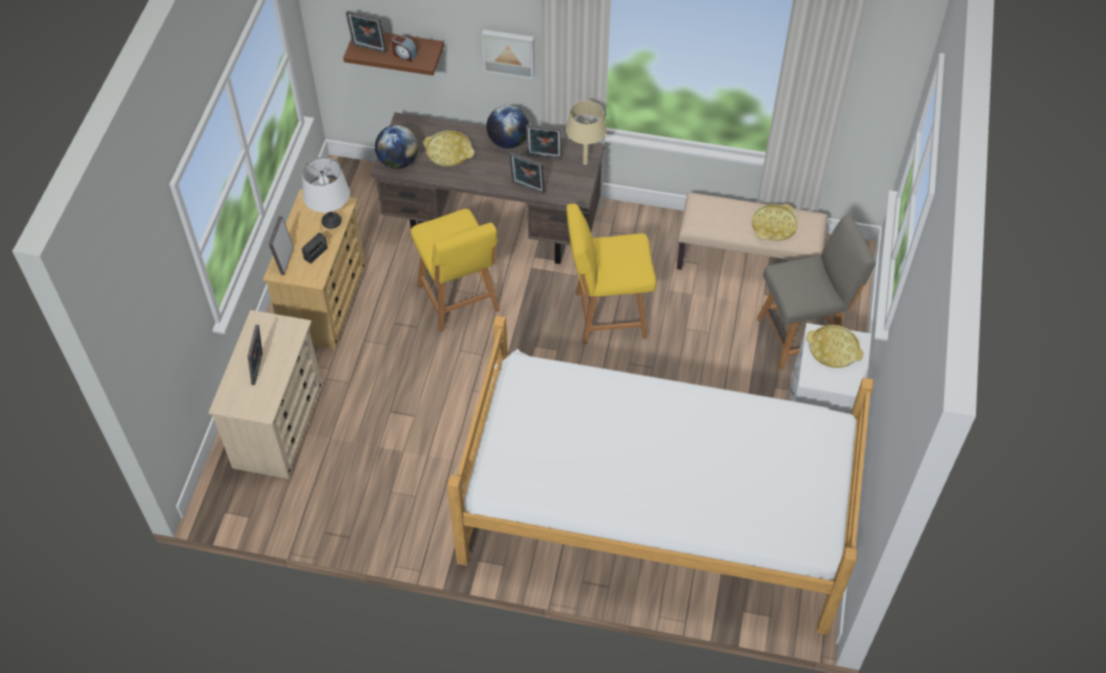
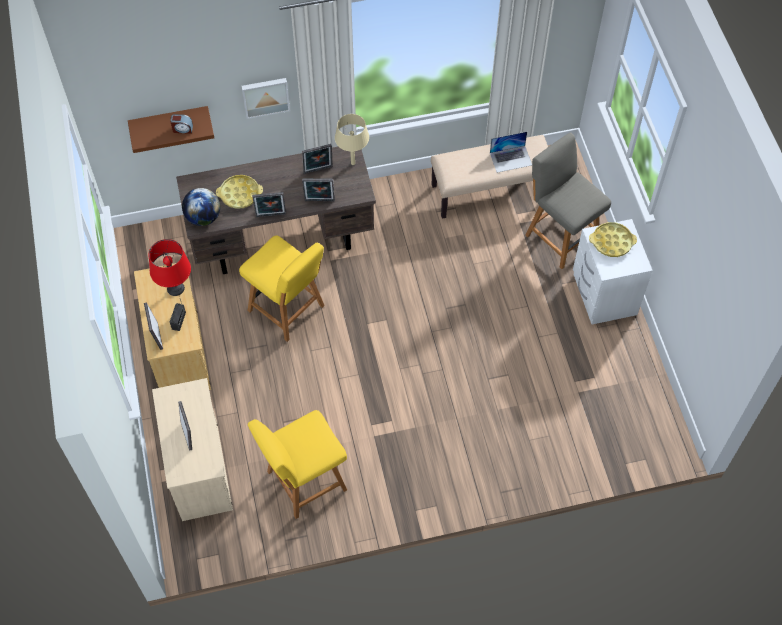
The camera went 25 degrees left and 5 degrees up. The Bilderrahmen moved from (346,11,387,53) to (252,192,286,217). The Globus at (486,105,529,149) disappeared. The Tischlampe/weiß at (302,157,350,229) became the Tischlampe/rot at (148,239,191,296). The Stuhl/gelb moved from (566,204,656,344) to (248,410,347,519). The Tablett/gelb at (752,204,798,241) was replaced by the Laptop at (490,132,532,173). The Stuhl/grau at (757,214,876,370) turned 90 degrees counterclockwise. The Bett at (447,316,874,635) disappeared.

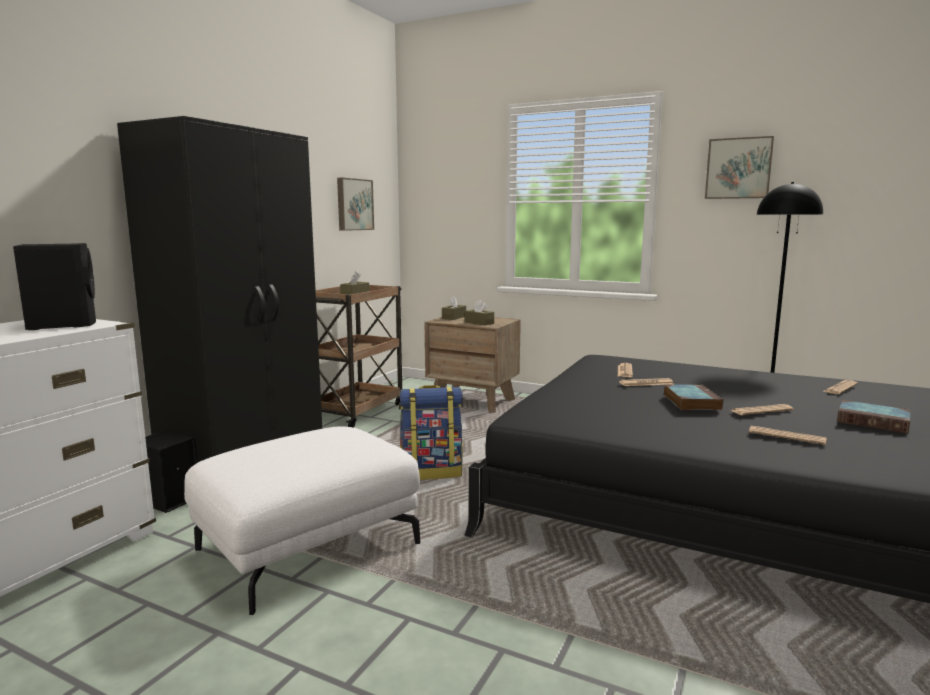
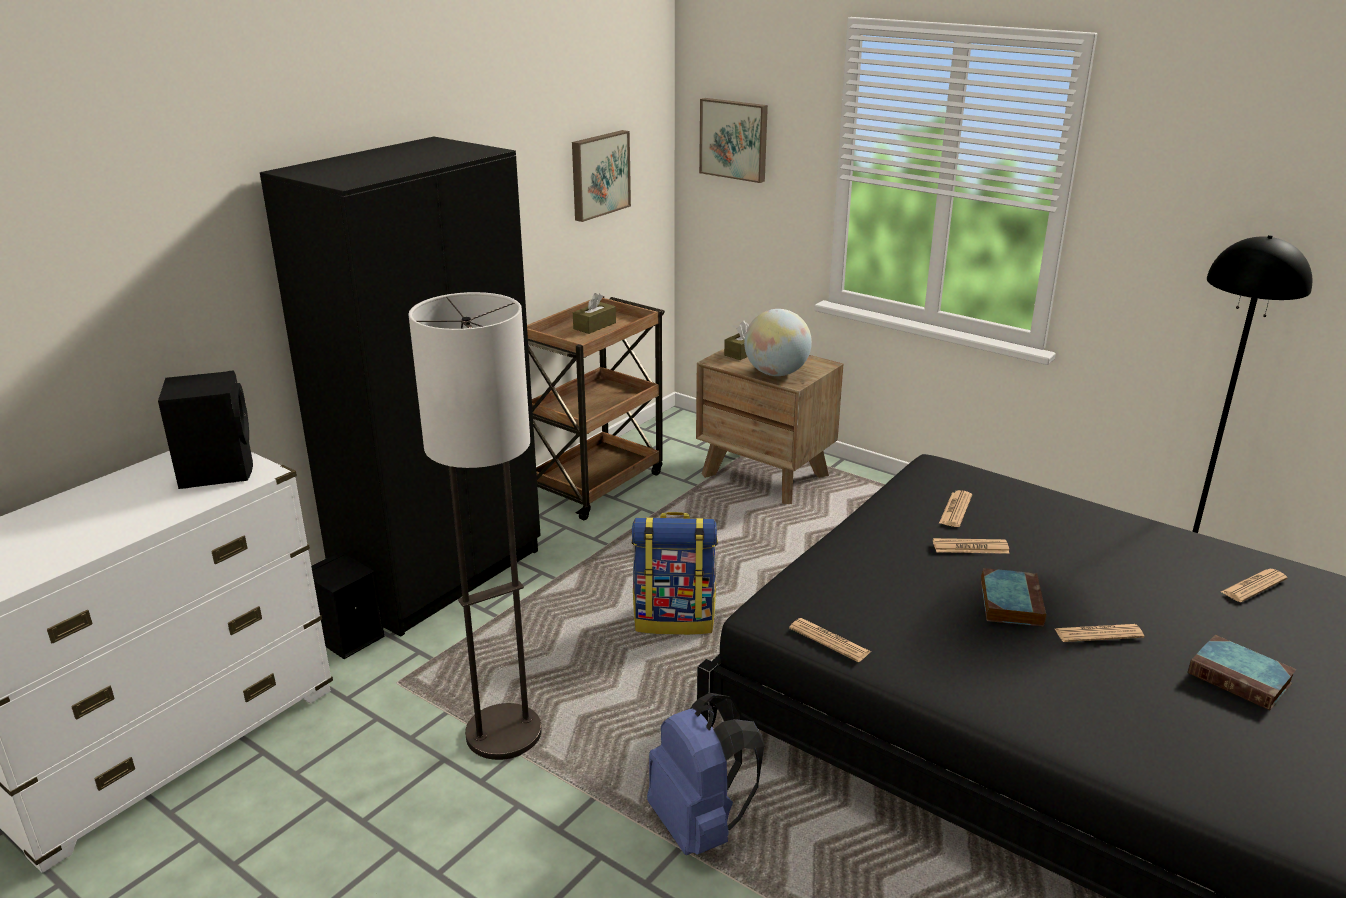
The camera went 10 degrees right and 15 degrees up. The Bild moved from (705,136,774,199) to (699,98,768,183). The Taschentuchbox/braun at (465,300,494,325) was replaced by the Globus at (744,309,812,376). The Polsterhocker/weiß at (184,426,420,615) was replaced by the Stehlampe at (408,292,542,760). The Zeitung moved from (749,426,827,445) to (789,618,871,662). The Rucksack/blau at (647,693,764,855) appeared.

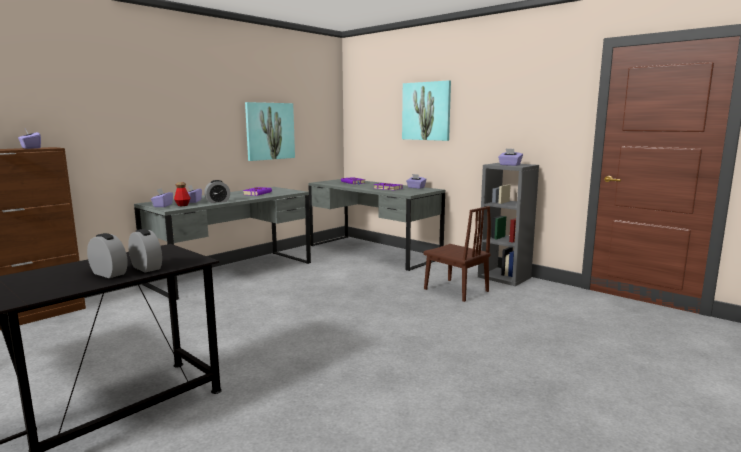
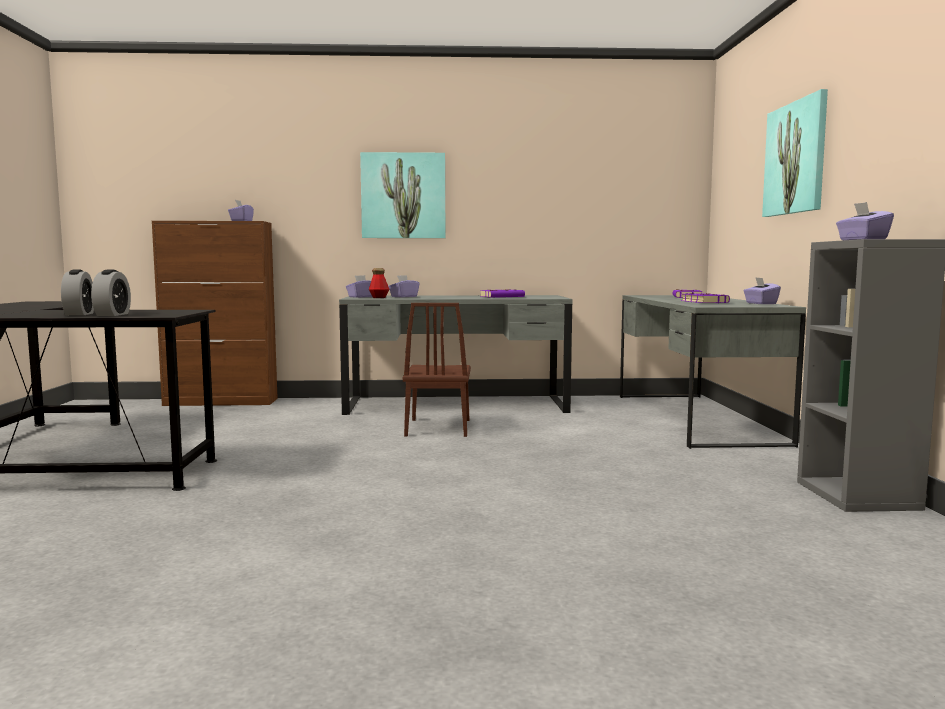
The camera went 45 degrees right and 5 degrees down. The Bild moved from (245,102,295,161) to (360,152,445,238). The Wecker at (204,180,230,203) disappeared. The Stuhl/braun moved from (423,206,491,302) to (402,303,471,437).

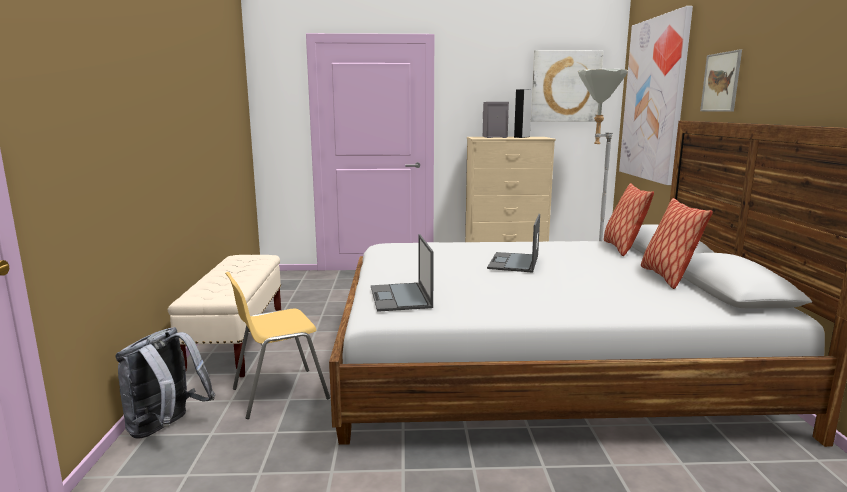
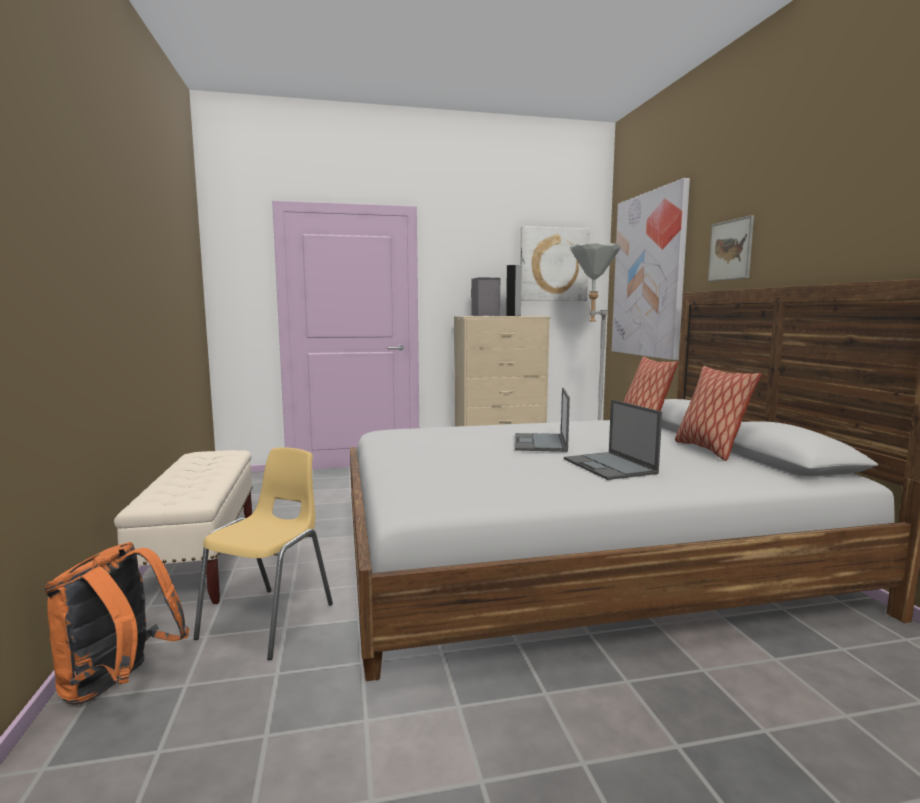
The camera went 10 degrees left and 5 degrees down. The Laptop moved from (371,234,434,312) to (564,400,662,480). The Stuhl/gelb at (225,272,330,419) turned 150 degrees clockwise. The Rucksack/grau at (116,327,215,439) became the Rucksack/orange at (45,542,190,705).

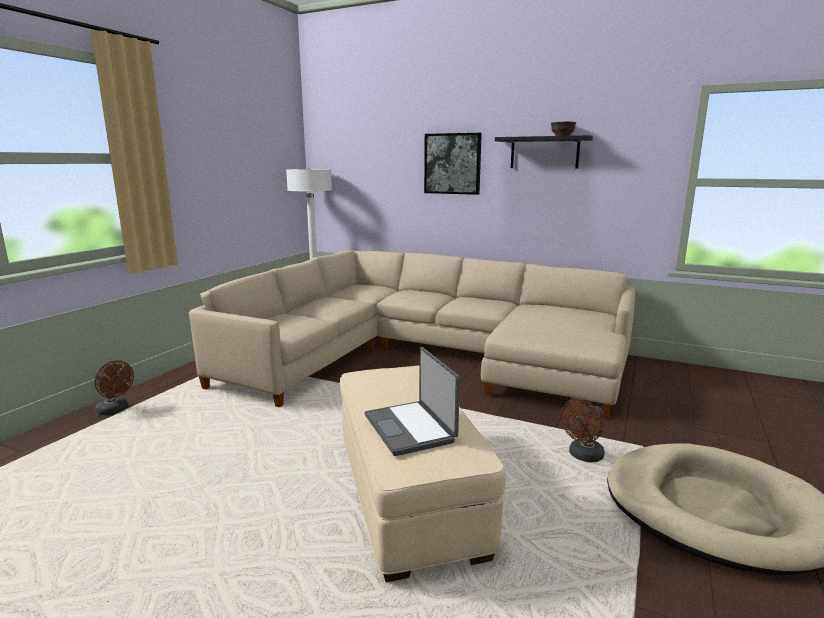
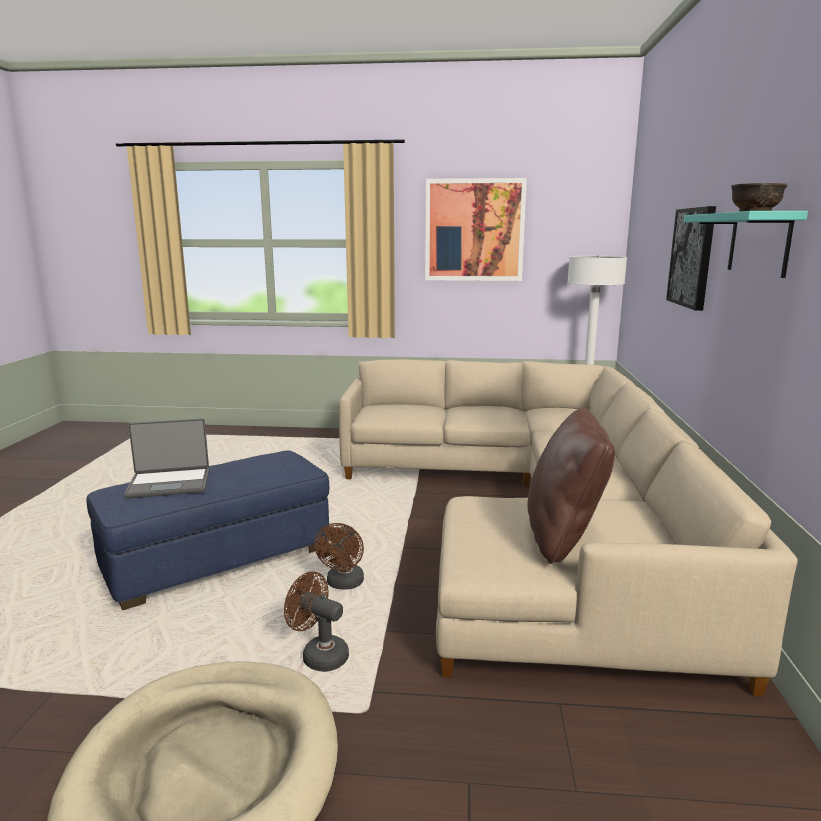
The camera went 70 degrees right and 0 degrees up. The Wandregal/schwarz at (495,135,593,169) became the Wandregal/türkis at (684,211,808,278). The Laptop at (365,347,460,456) turned 150 degrees counterclockwise. The Ventilator/braun moved from (95,360,134,415) to (315,523,364,590). The Polsterhocker/beige at (340,365,506,582) became the Polsterhocker/blau at (86,450,329,610). The Bild at (425,178,527,281) appeared. The Kissen/braun at (527,407,615,564) appeared.

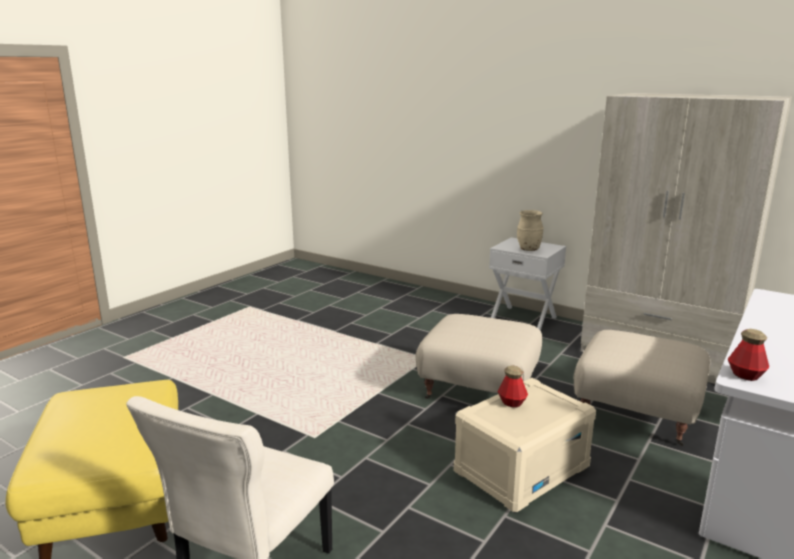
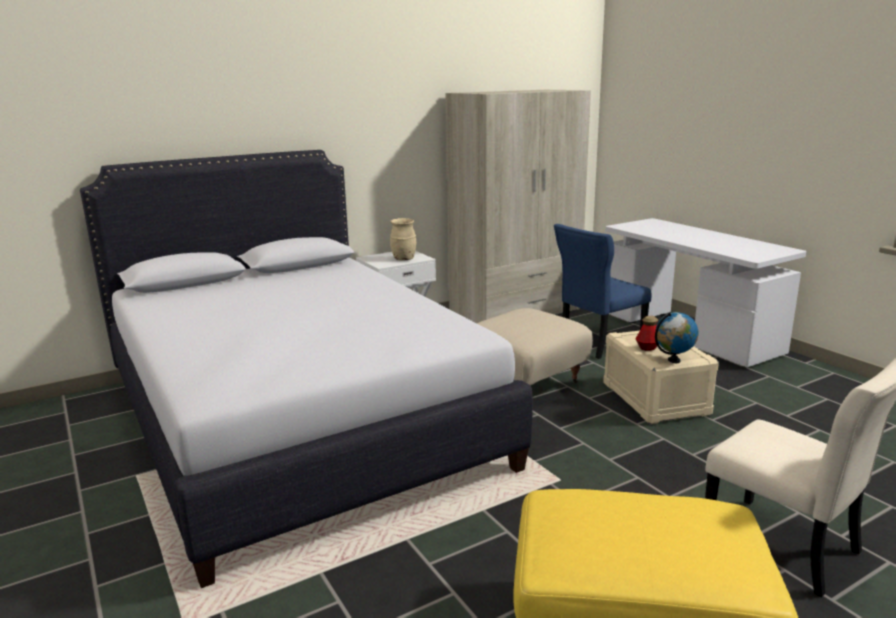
The camera went 65 degrees left and 0 degrees up. The Flasche at (728,329,769,381) disappeared. The Polsterhocker/beige at (574,330,710,446) was replaced by the Stuhl/blau at (554,224,651,359). The Bett/weiß at (80,150,533,588) appeared. The Globus at (655,312,698,363) appeared.

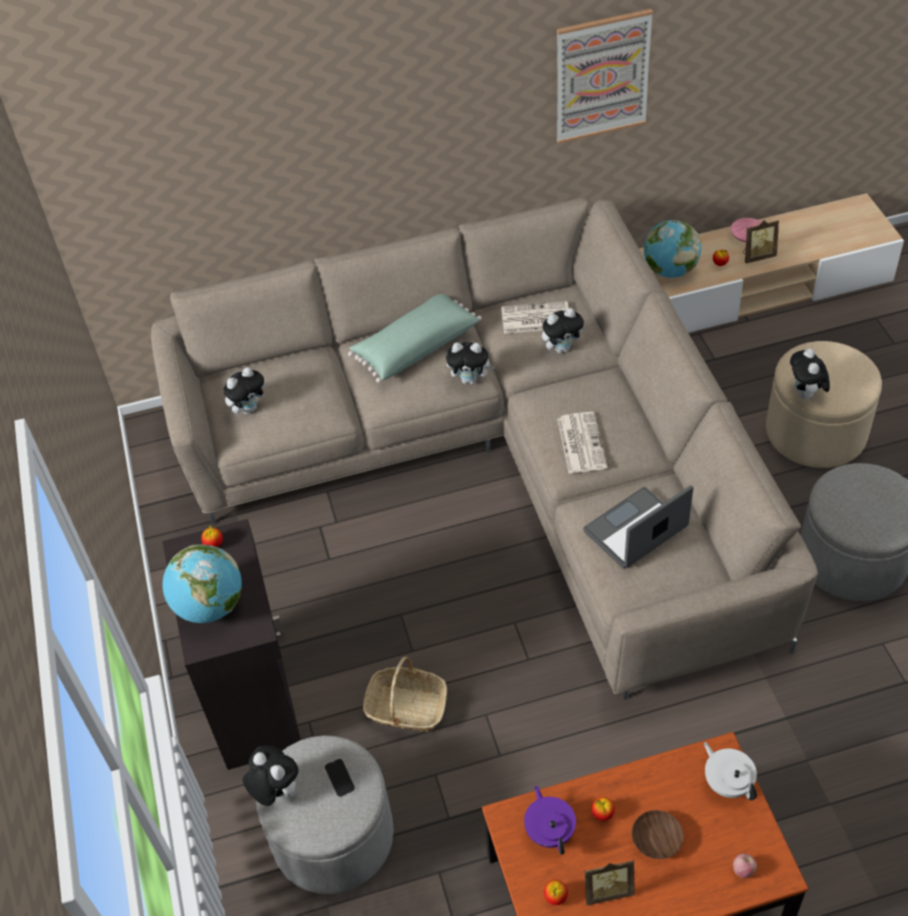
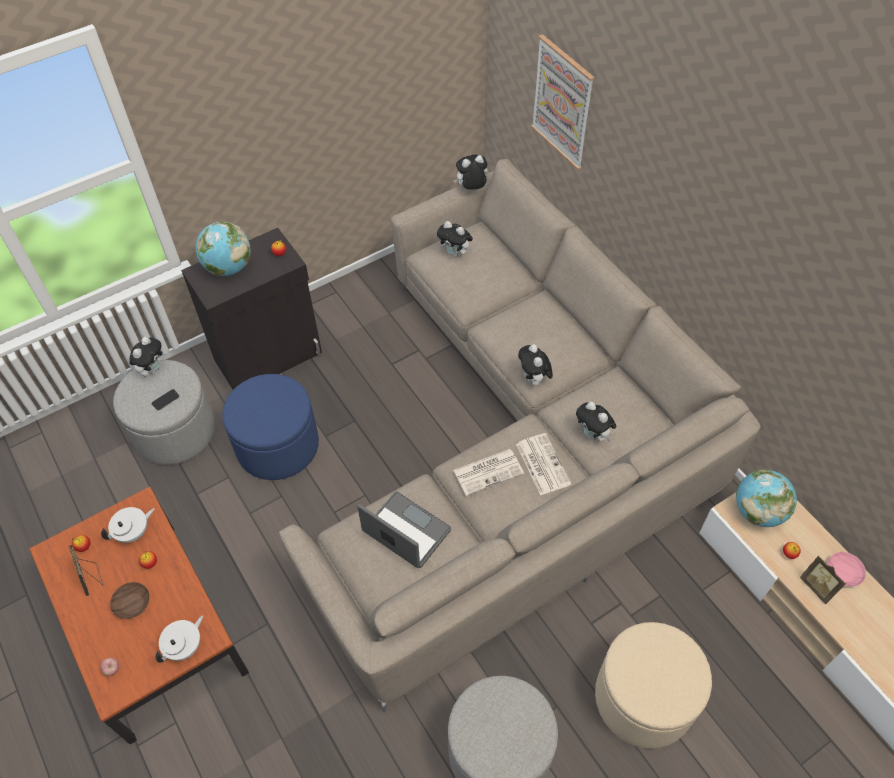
The camera went 70 degrees right and 5 degrees up. The Bild moved from (557,9,653,144) to (531,34,595,170). The Kissen/grün at (348,294,482,383) disappeared. The Zeitung moved from (501,301,569,333) to (516,433,571,496). The Plüschtier moved from (790,349,830,402) to (453,155,488,190). The Korb at (363,657,447,732) was replaced by the Polsterhocker/blau at (222,374,319,480). The Teekanne/lila at (524,785,576,855) became the Teekanne/weiß at (101,507,155,543).

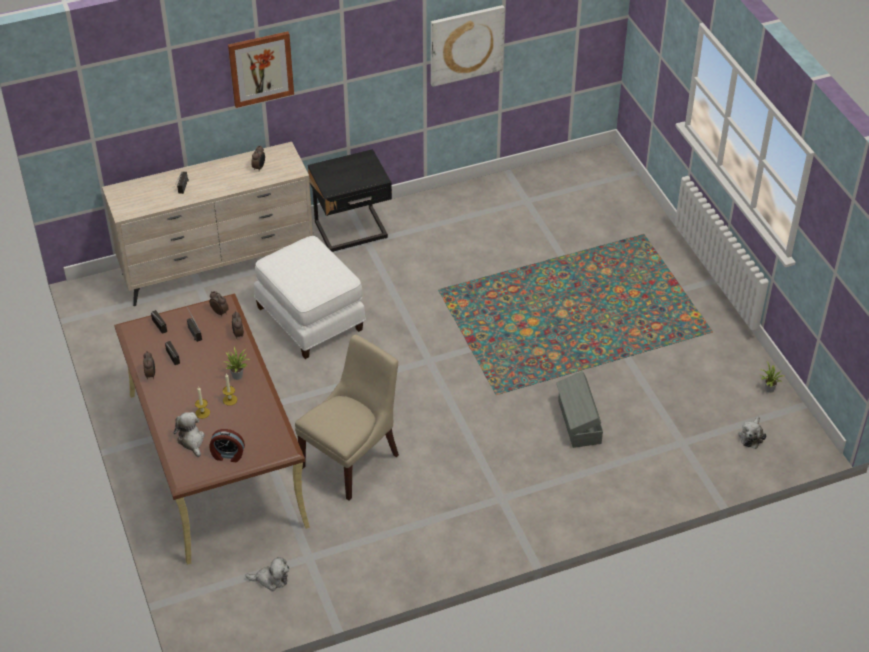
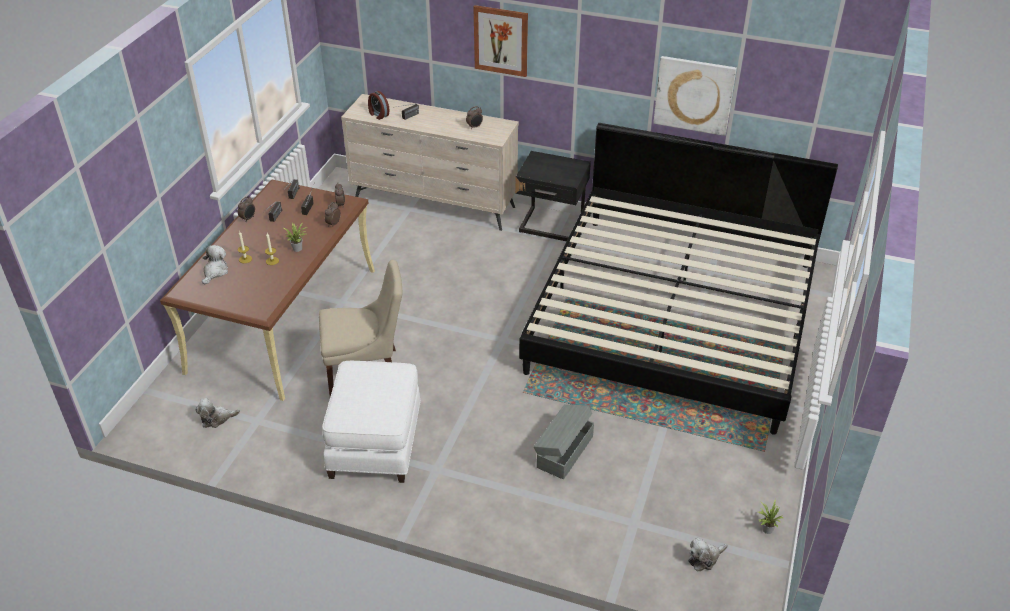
The camera went 40 degrees right and 5 degrees down. The Polsterhocker/weiß moved from (254,236,366,359) to (322,361,421,483). The Wecker moved from (209,429,245,462) to (368,91,390,120). The Plüschtier at (245,557,289,591) turned 120 degrees clockwise. The Bett at (519,123,838,435) appeared.

